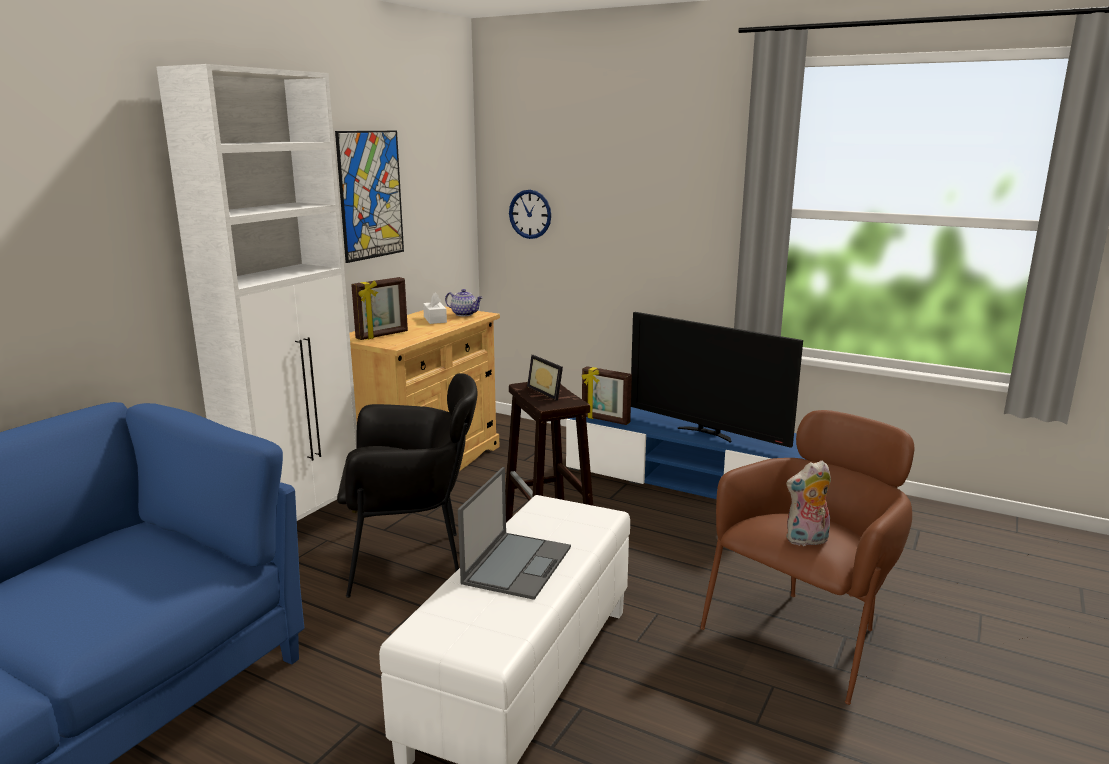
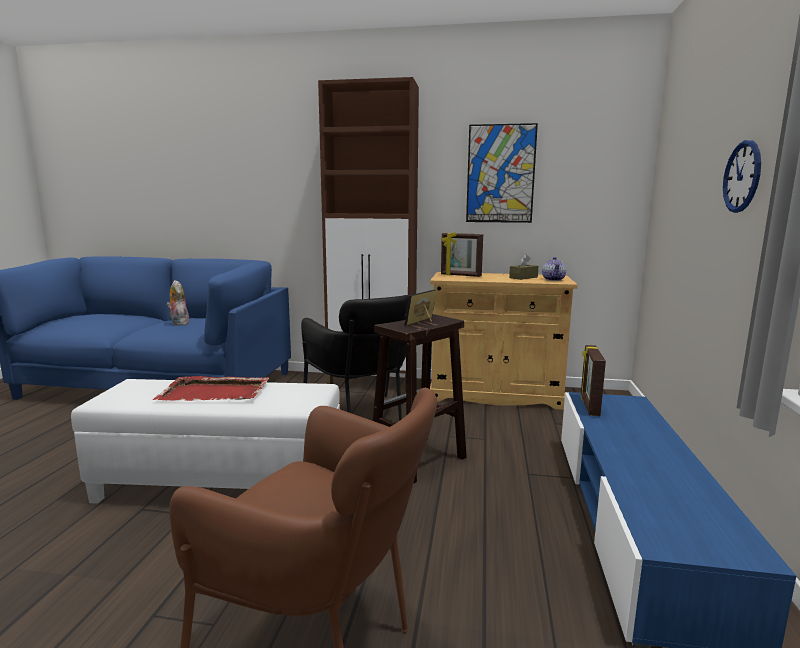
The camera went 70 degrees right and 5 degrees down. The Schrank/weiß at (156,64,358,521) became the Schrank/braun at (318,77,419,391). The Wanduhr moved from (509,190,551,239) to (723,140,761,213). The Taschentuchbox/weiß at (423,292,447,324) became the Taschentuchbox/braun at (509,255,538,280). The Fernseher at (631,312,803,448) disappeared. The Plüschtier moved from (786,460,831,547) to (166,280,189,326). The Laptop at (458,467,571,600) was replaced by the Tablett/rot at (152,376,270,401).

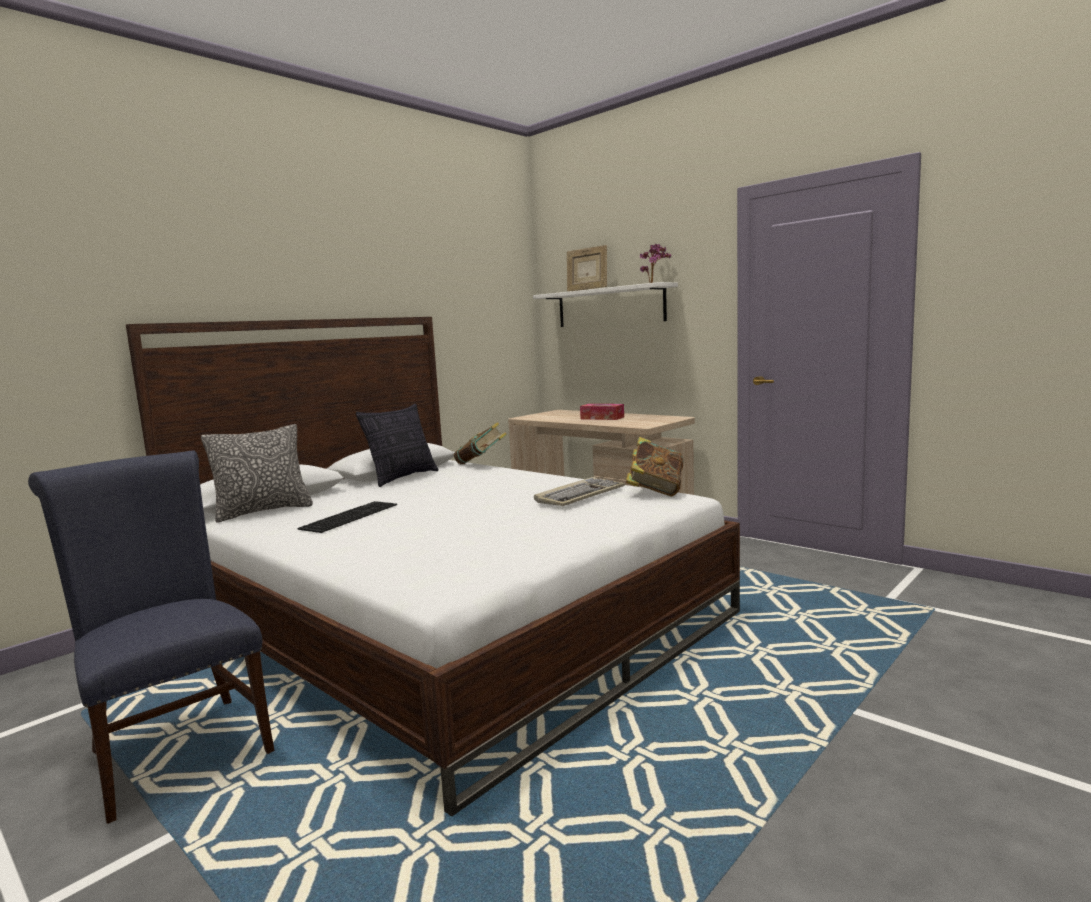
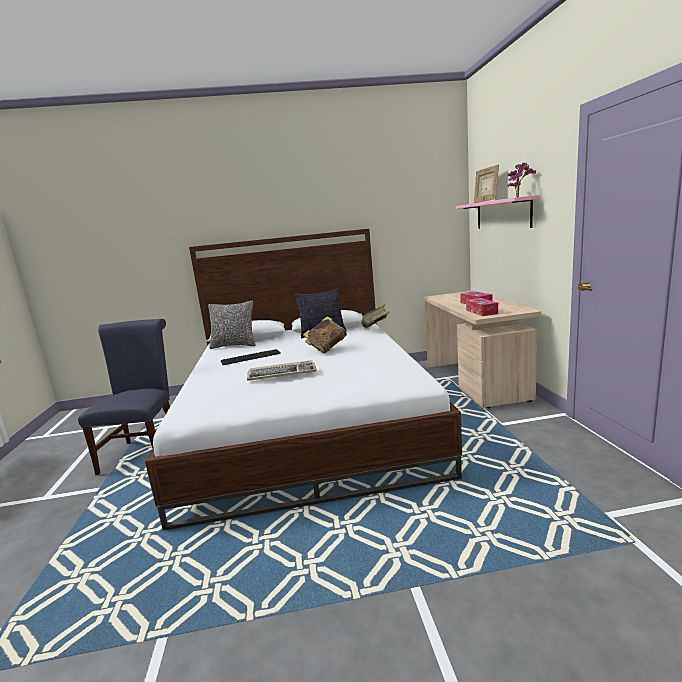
The camera went 40 degrees right and 5 degrees up. The Wandregal/weiß at (533,282,678,327) became the Wandregal/rosa at (456,195,540,229). The Buch moved from (626,437,683,496) to (303,316,347,354). The Tastatur moved from (534,477,625,506) to (247,360,317,381). The Taschentuchbox at (466,298,498,316) appeared.

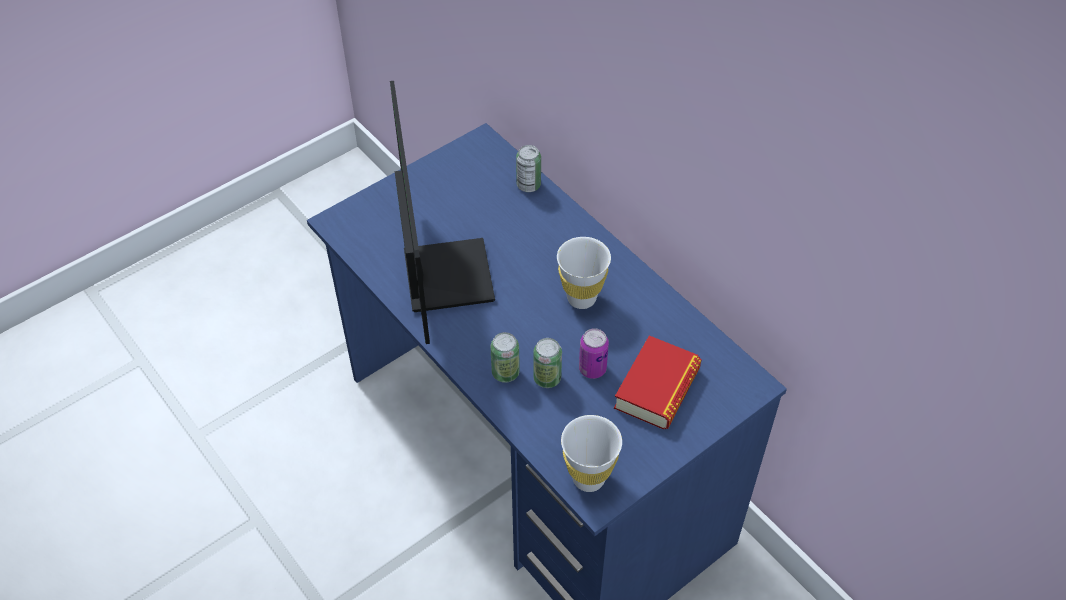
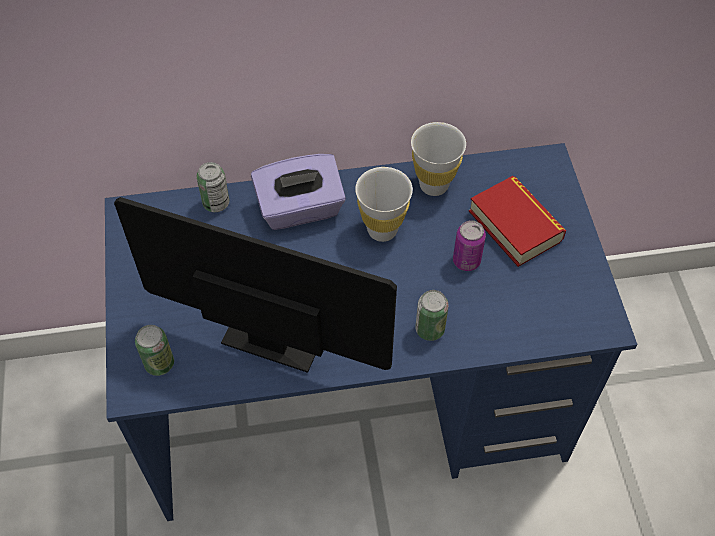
The camera went 60 degrees left and 5 degrees up. The Dose moved from (533,338,562,388) to (135,325,174,376). The Tasse/weiß moved from (561,415,622,492) to (411,122,466,196). The Taschentuchbox/lila at (251,154,346,230) appeared.

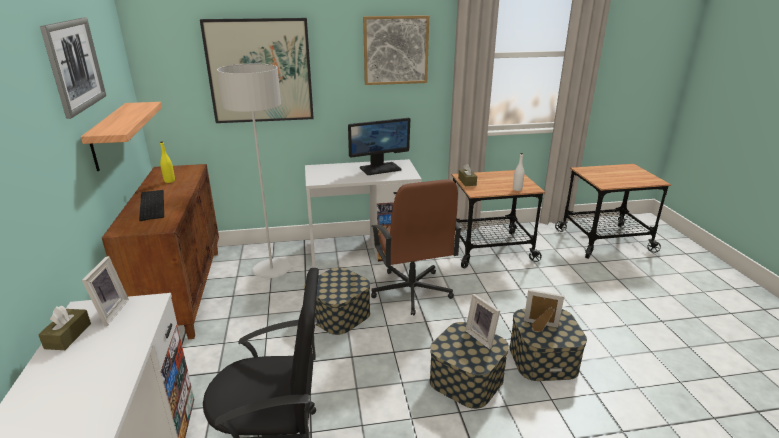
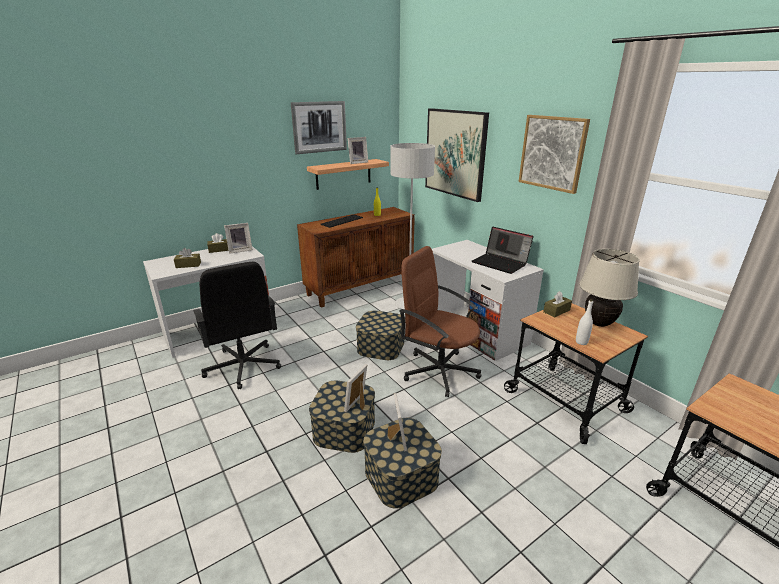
The camera went 65 degrees right and 0 degrees up. The Monitor at (348,118,410,175) was replaced by the Laptop at (472,226,534,274). The Bürostuhl/braun at (371,180,462,316) turned 75 degrees clockwise. The Bilderrahmen at (348,137,368,164) appeared. The Taschentuchbox/braun at (174,248,201,268) appeared. The Tischlampe/beige at (579,249,640,327) appeared.

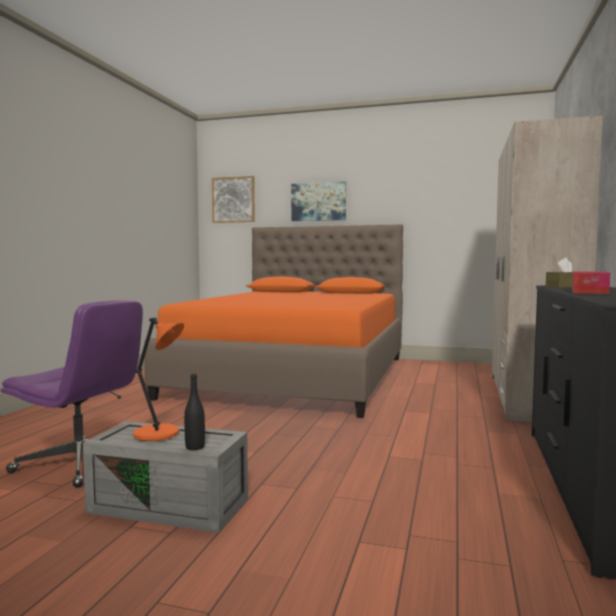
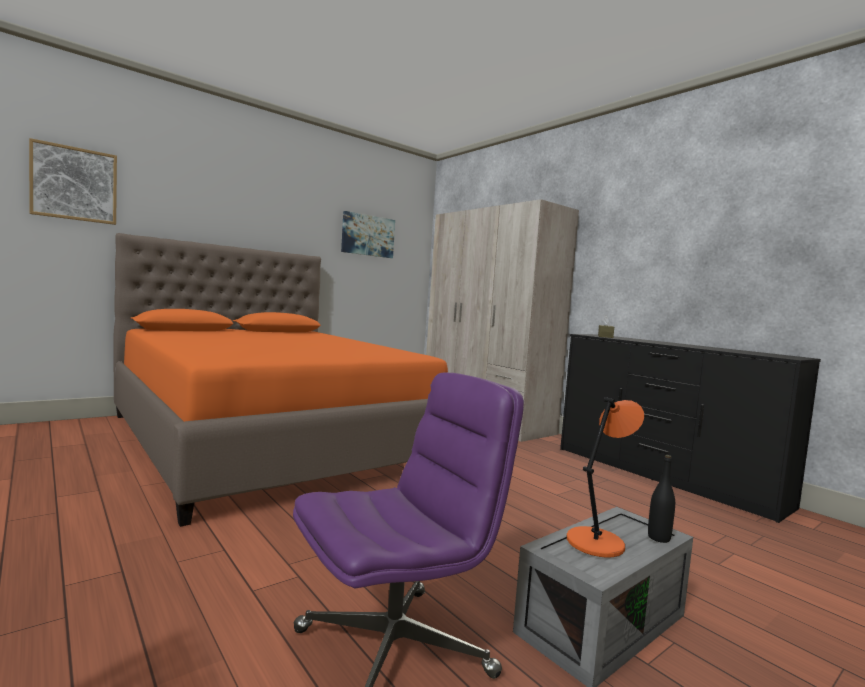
The camera went 55 degrees left and 0 degrees up. The Bild moved from (291,181,346,221) to (341,211,395,258). The Taschentuchbox at (572,271,610,294) disappeared.

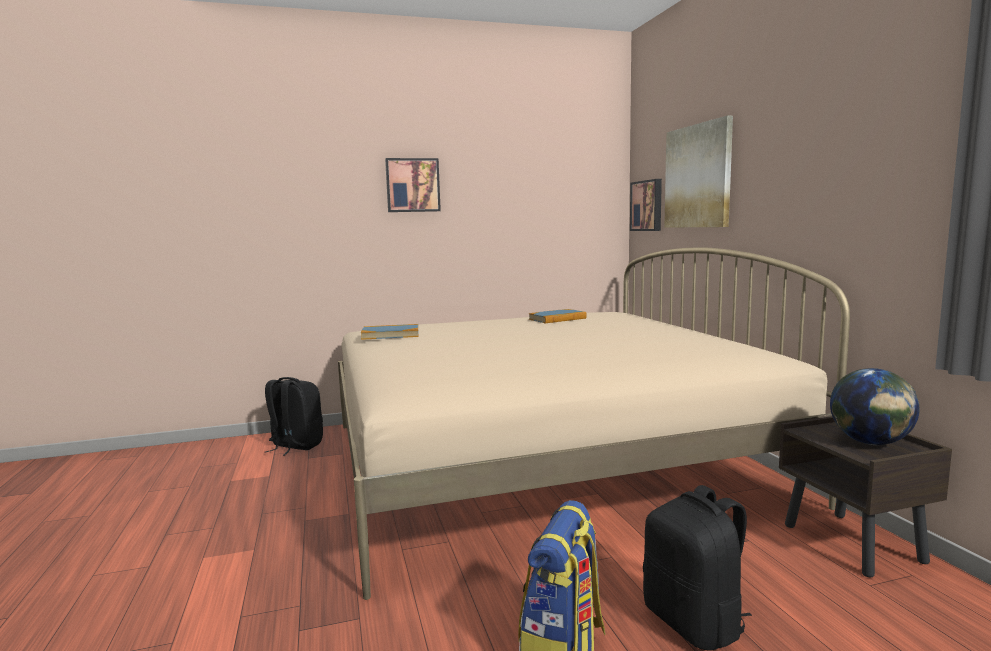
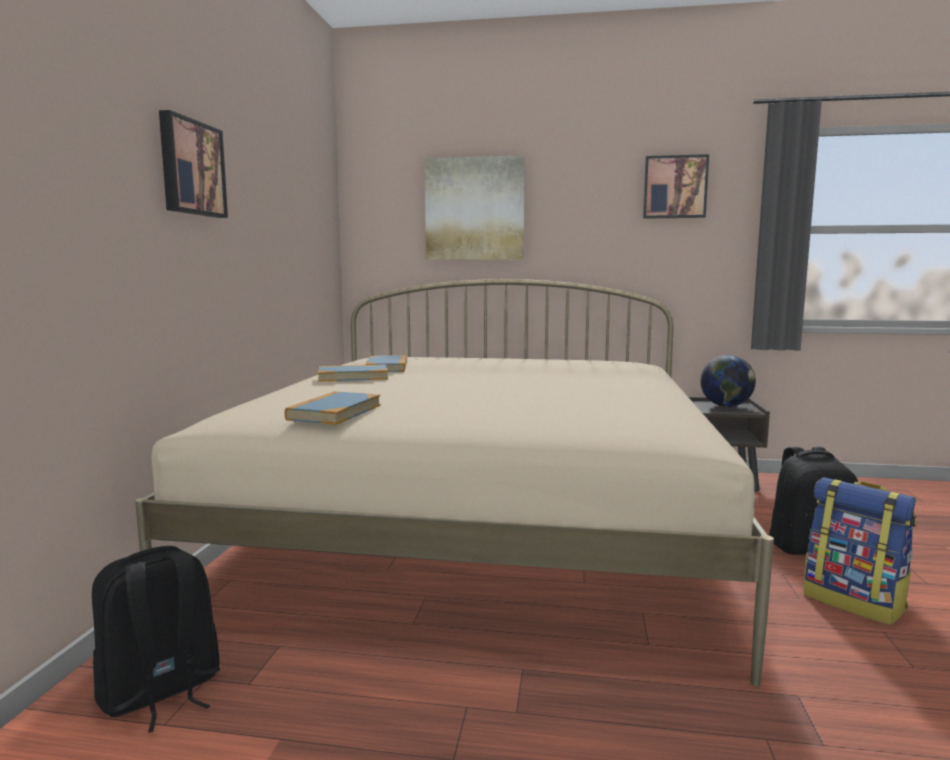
The camera went 65 degrees left and 0 degrees up. The Bild moved from (630,179,662,231) to (643,154,709,219). The Buch at (318,364,388,382) appeared.

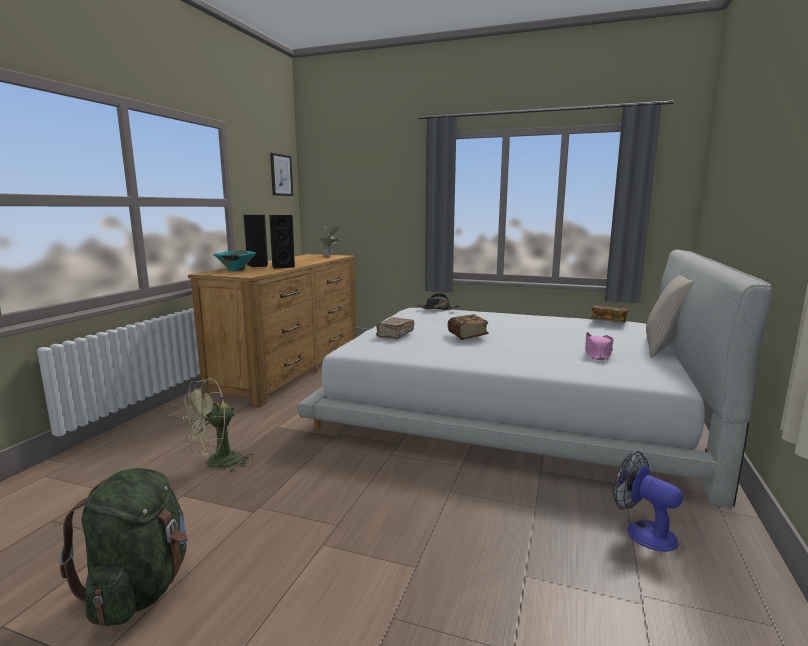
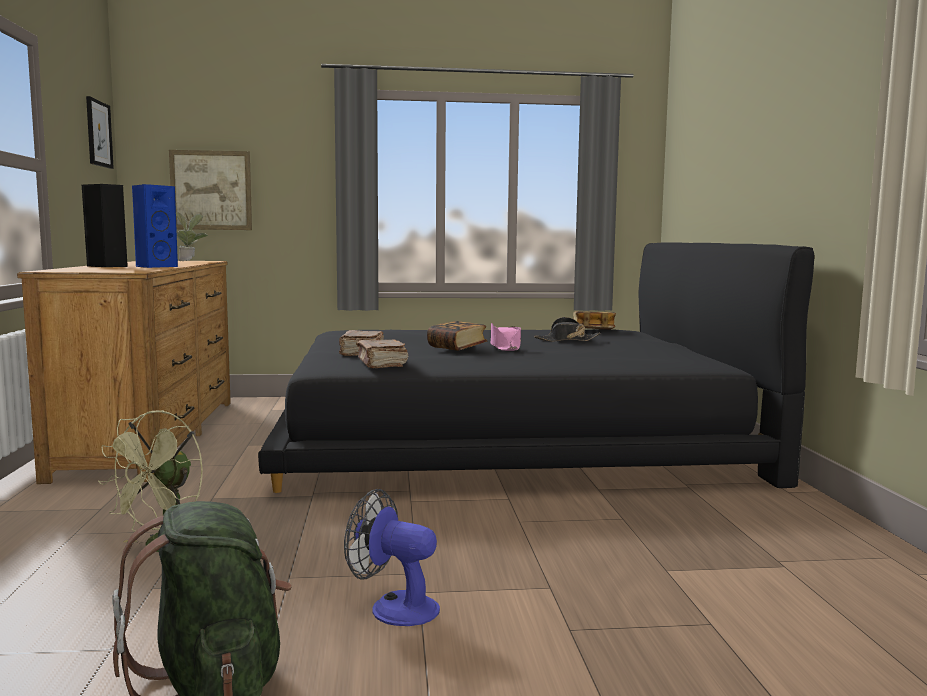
The camera went 25 degrees left and 5 degrees down. The Lautsprecher/schwarz at (269,215,295,269) became the Lautsprecher/blau at (132,184,178,268). The Bett/weiß at (297,249,772,507) became the Bett/schwarz at (258,242,814,493). The Schüssel/türkis at (213,250,256,271) disappeared. The Kissen/beige at (646,275,696,357) disappeared. The Hut/schwarz moved from (416,293,460,311) to (534,317,601,341). The Hut/rosa moved from (585,332,613,360) to (491,323,521,351). The Ventilator moved from (613,451,683,552) to (344,489,440,626). The Bild at (169,150,252,230) appeared. The Buch/braun at (356,340,409,368) appeared.

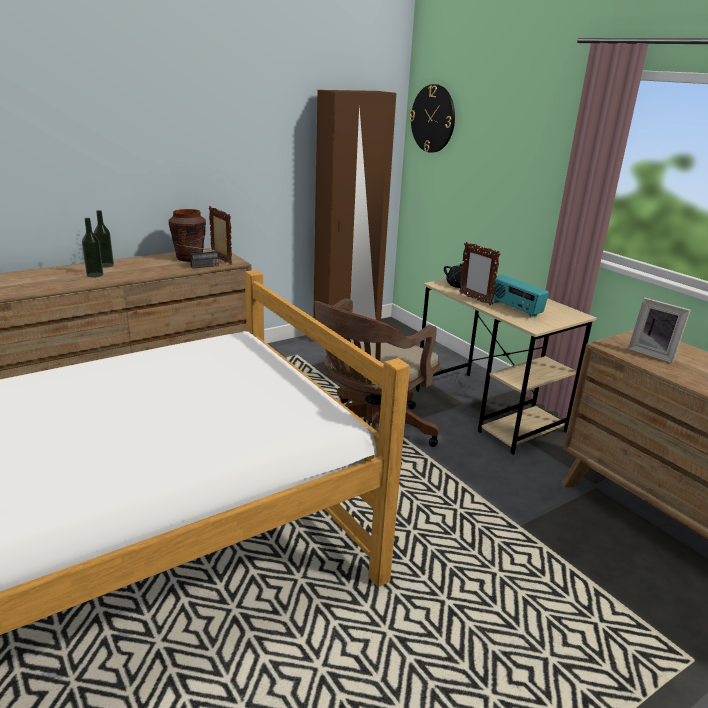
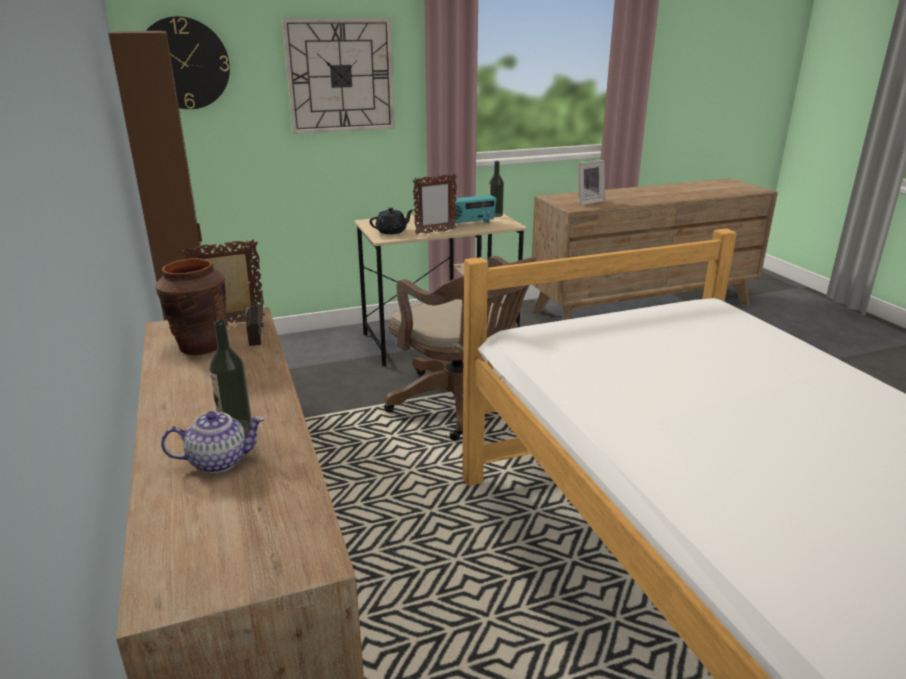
The camera went 75 degrees left and 0 degrees up. The Flasche moved from (94,210,114,268) to (489,161,504,217). The Wanduhr at (282,18,395,134) appeared. The Teekanne at (161,411,264,473) appeared.

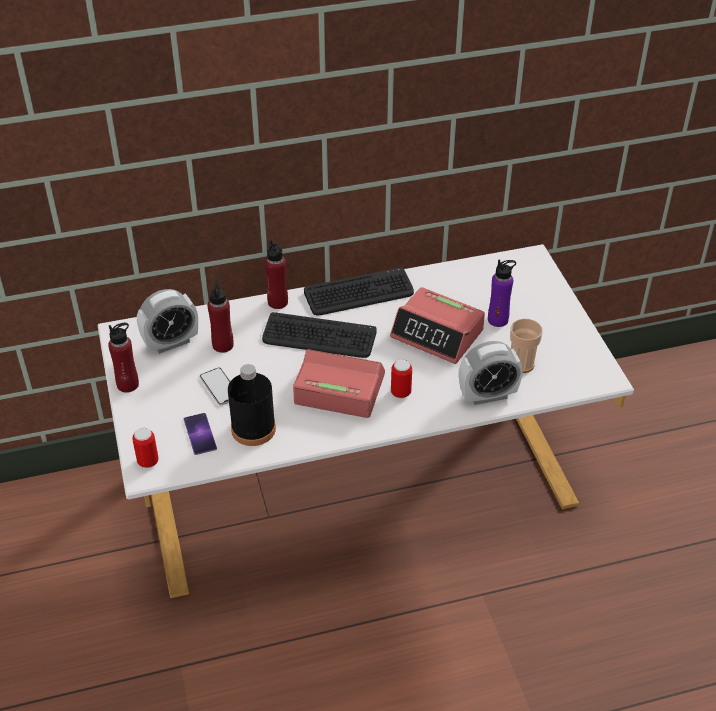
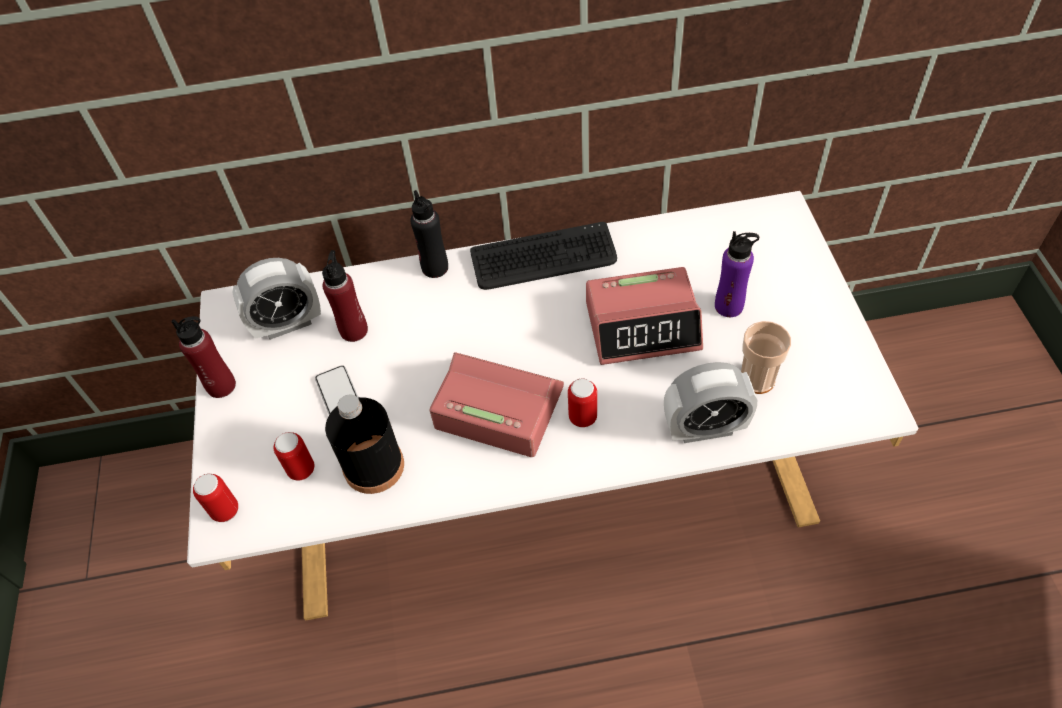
The camera went 10 degrees right and 10 degrees up. The Flasche/rot at (265,240,288,309) became the Flasche/schwarz at (410,190,448,278). The Wecker at (390,287,485,364) turned 45 degrees counterclockwise. The Tastatur at (262,312,377,358) disappeared. The Handy at (184,413,217,455) was replaced by the Dose at (274,432,314,480).

